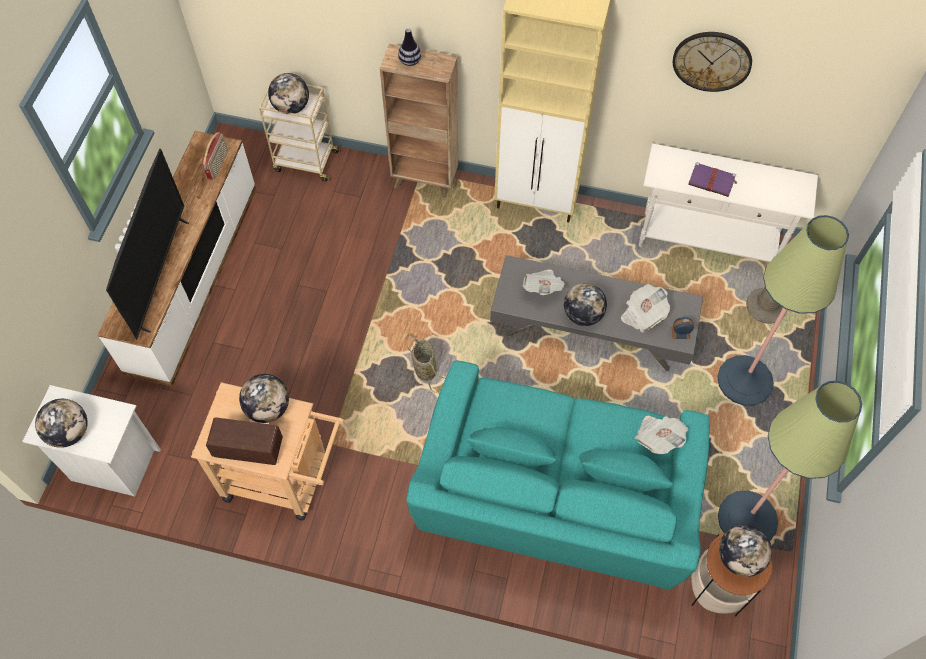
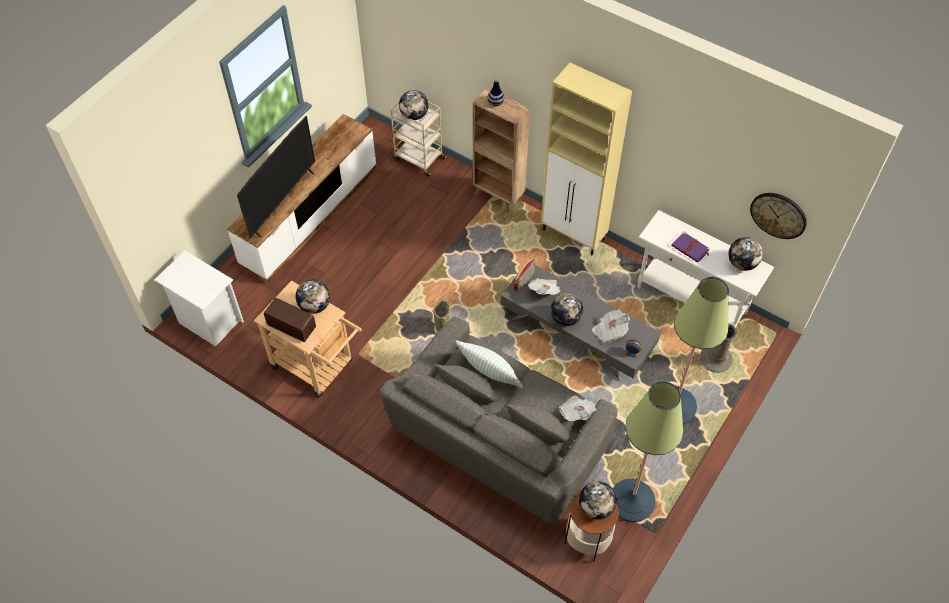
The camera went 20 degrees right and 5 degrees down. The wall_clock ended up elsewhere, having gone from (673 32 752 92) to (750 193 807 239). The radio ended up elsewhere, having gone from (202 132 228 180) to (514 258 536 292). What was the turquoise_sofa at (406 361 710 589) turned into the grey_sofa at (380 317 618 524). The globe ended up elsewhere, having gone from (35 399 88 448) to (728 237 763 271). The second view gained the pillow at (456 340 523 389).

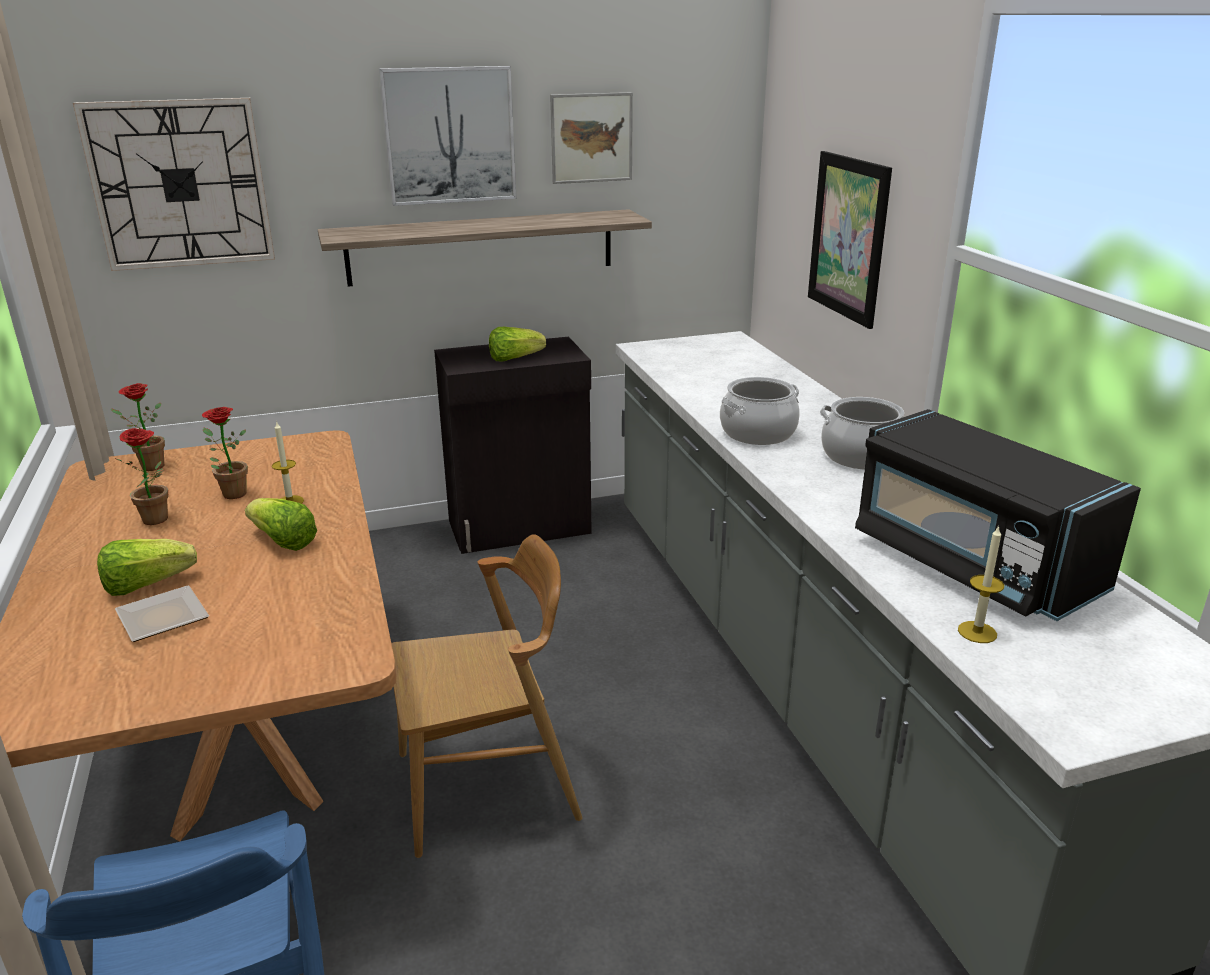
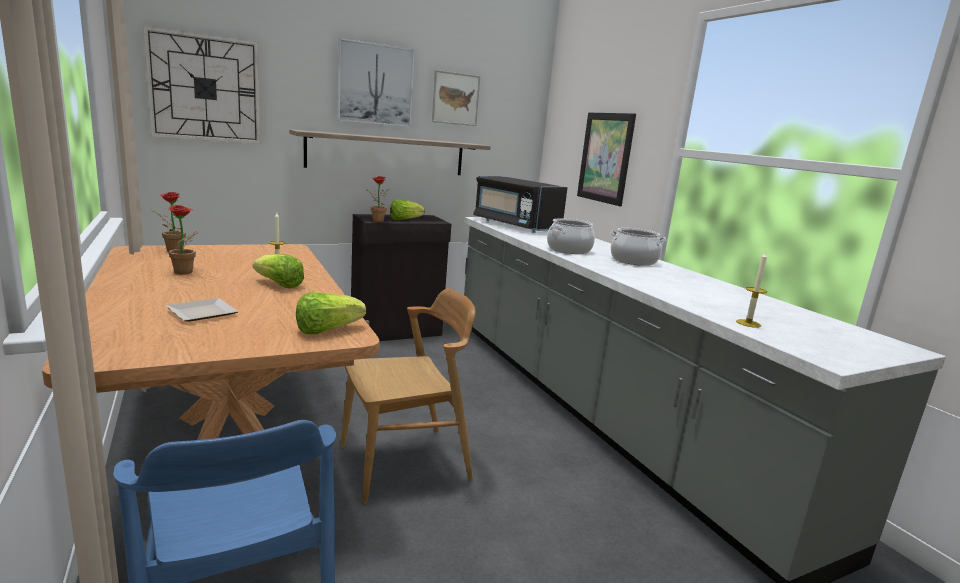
The camera went 10 degrees left and 10 degrees down. The potted_plant ended up elsewhere, having gone from (202 407 248 499) to (366 176 390 222). The black_microwave ended up elsewhere, having gone from (855 409 1141 621) to (473 176 568 233). The lettuce ended up elsewhere, having gone from (97 539 197 596) to (296 292 366 334).

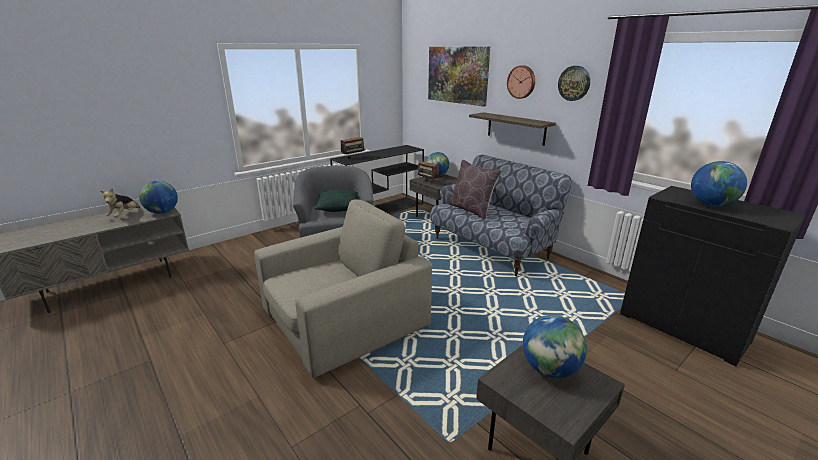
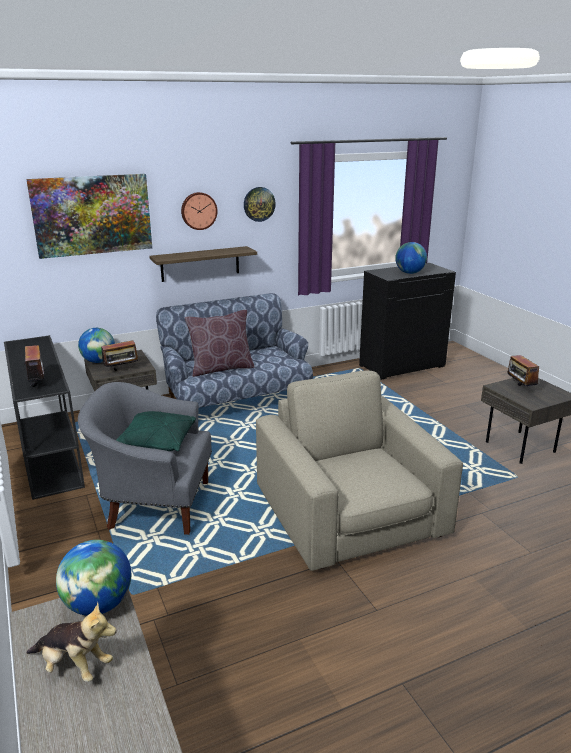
The camera went 75 degrees left and 0 degrees up. Where the globe stood at (523 315 587 378), the radio came to stand at (507 355 539 387).

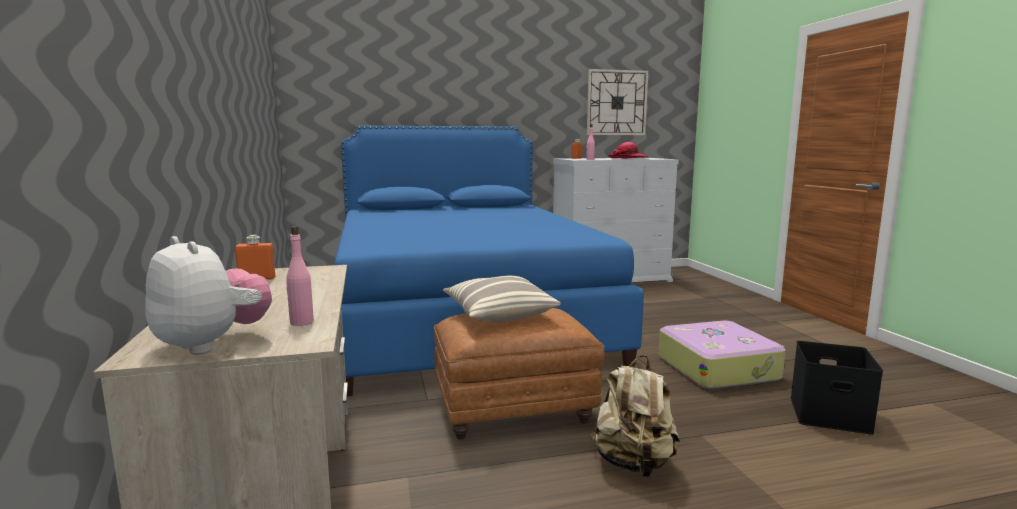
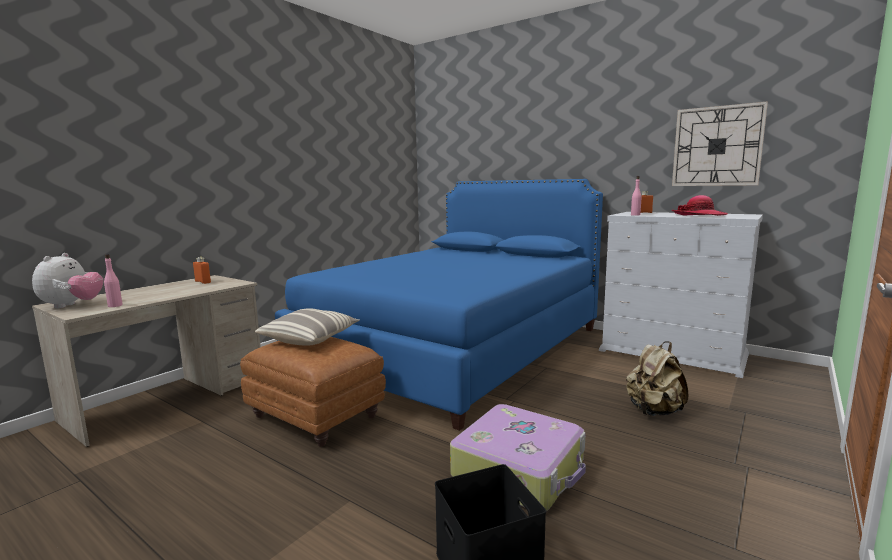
The camera went 50 degrees right and 0 degrees up. The beige_backpack ended up elsewhere, having gone from (590 355 680 477) to (626 341 688 416).

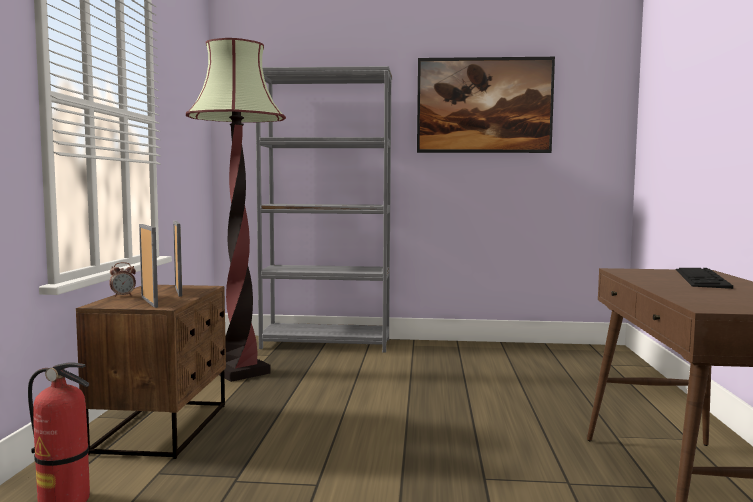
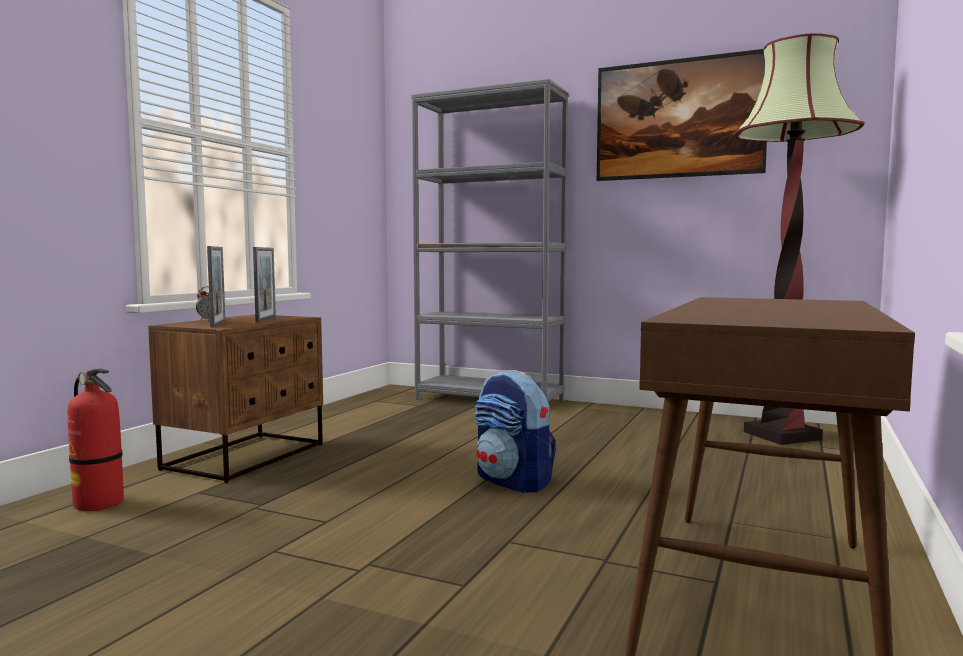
The camera went 20 degrees right and 0 degrees up. The floor_lamp ended up elsewhere, having gone from (186 38 286 382) to (734 33 865 445). The second view lost the keyboard at (676 268 733 289). The second view gained the backpack at (475 370 556 493).

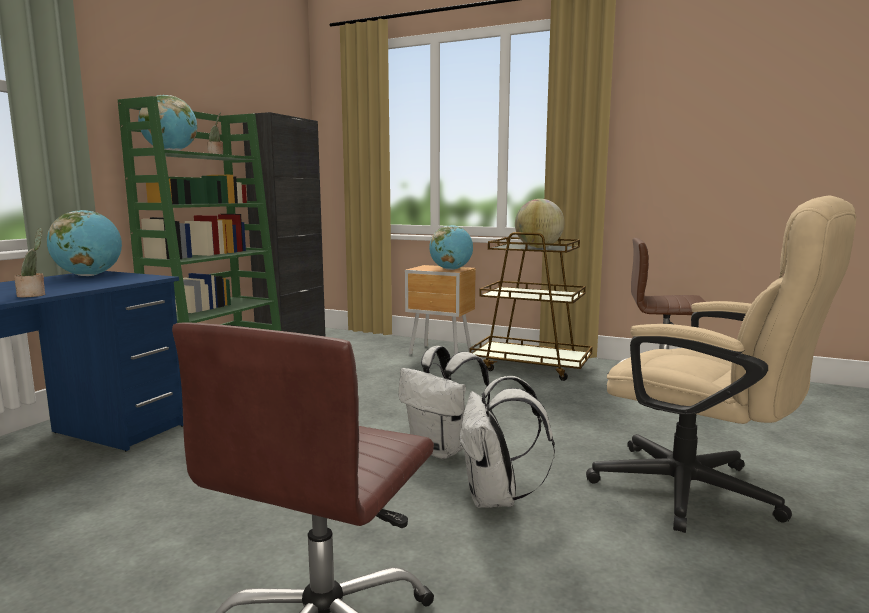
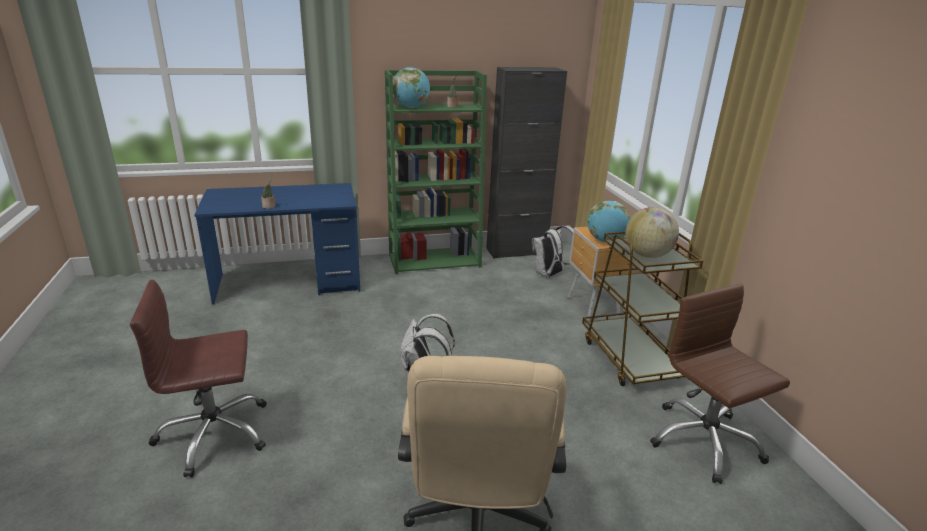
The camera went 50 degrees right and 15 degrees up. The second view lost the globe at (47 210 122 276). The white_backpack ended up elsewhere, having gone from (459 376 555 508) to (532 226 573 278).

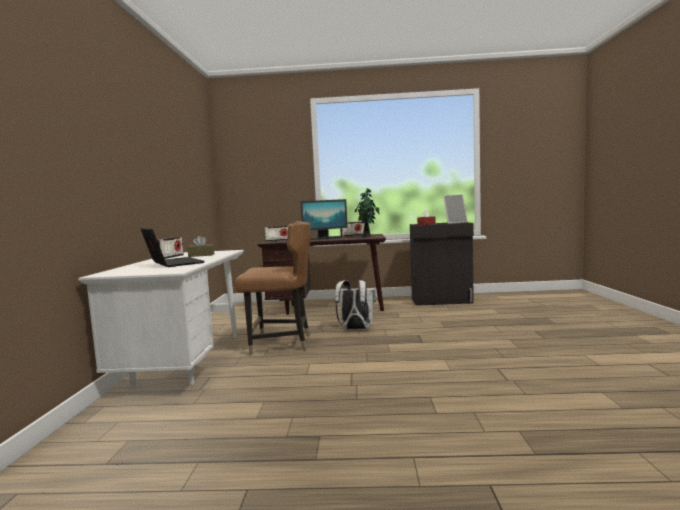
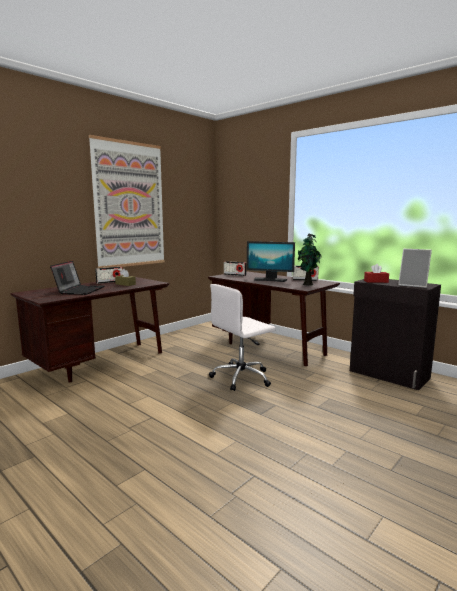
The camera went 40 degrees right and 5 degrees up. The second view lost the brown_chair at (235 221 310 355). What was the white_desk at (78 250 244 388) turned into the brown_desk at (10 277 169 382). Where the white_backpack stood at (335 280 376 329), the white_office_chair came to stand at (209 284 276 391). The second view gained the picture at (89 135 165 268).

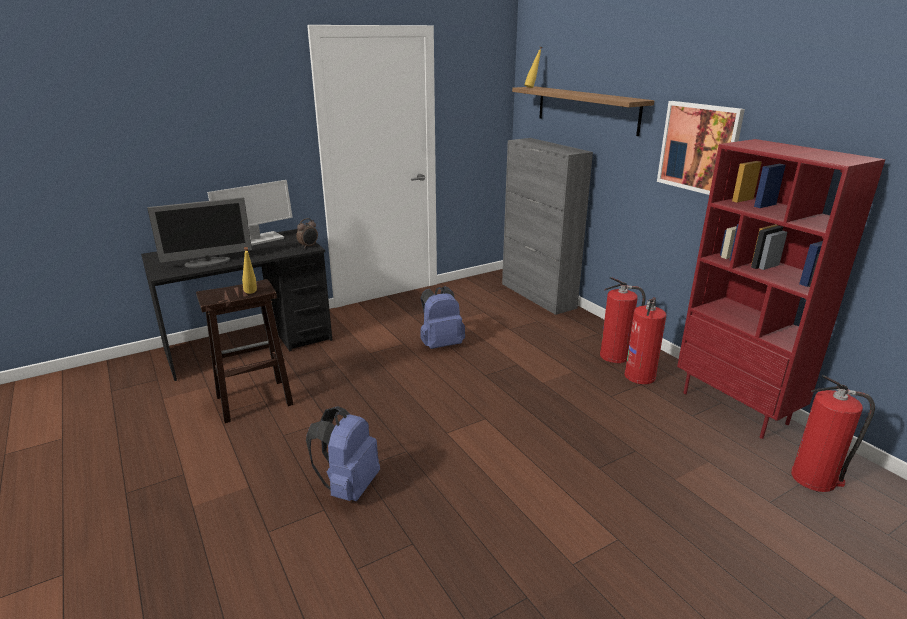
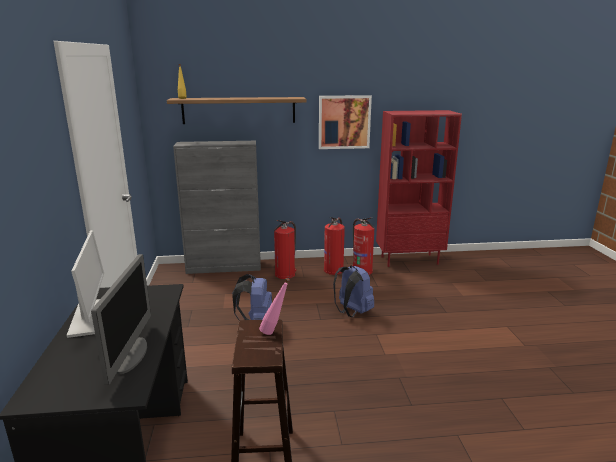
The camera went 65 degrees left and 5 degrees down. The second view lost the alarm_clock at (296 218 318 249). What was the yellow_bottle at (242 247 257 294) turned into the pink_bottle at (259 278 290 335). The fire_extinguisher ended up elsewhere, having gone from (791 375 875 492) to (274 220 296 279). The blue_backpack ended up elsewhere, having gone from (306 406 380 501) to (333 265 374 317).

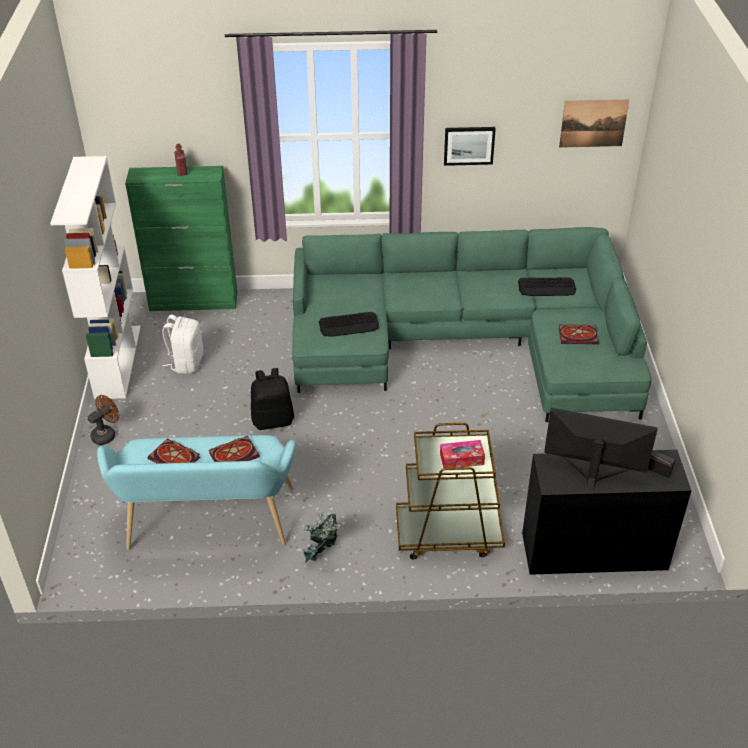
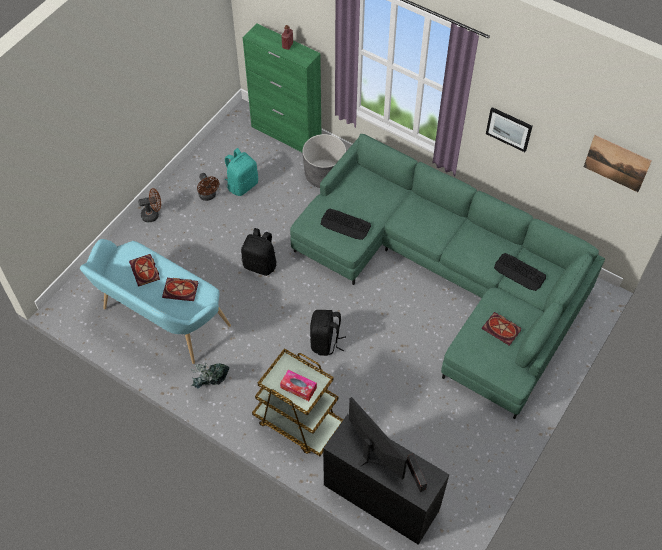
The camera went 35 degrees right and 15 degrees up. The second view lost the white_bookcase at (50 156 140 399). What was the white_backpack at (162 314 204 374) turned into the turquoise_backpack at (225 148 258 196). The second view gained the grey_planter at (302 134 346 188). The second view gained the brown_fan at (197 173 219 201). The second view gained the black_backpack at (310 310 346 356).

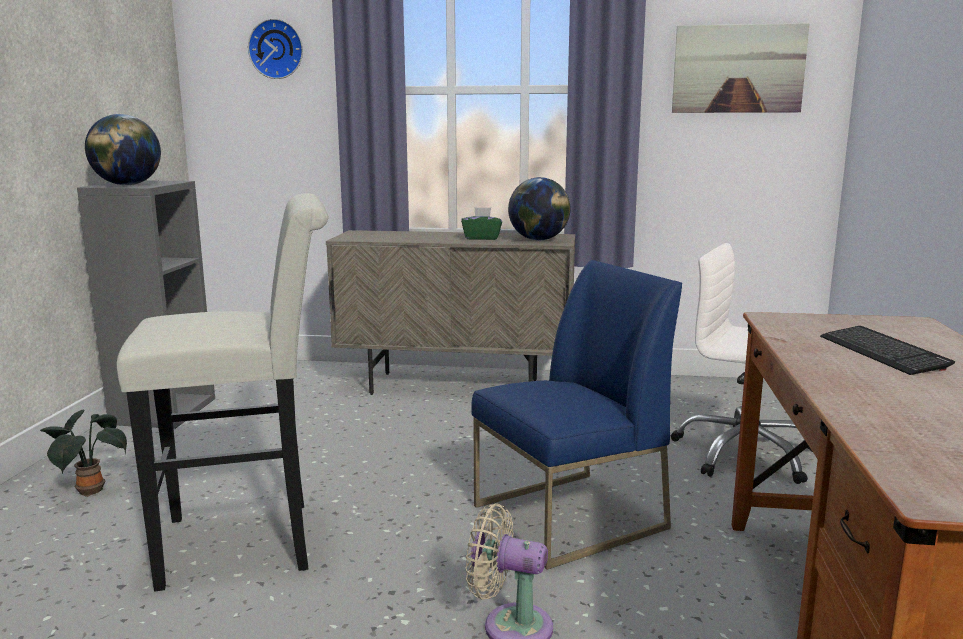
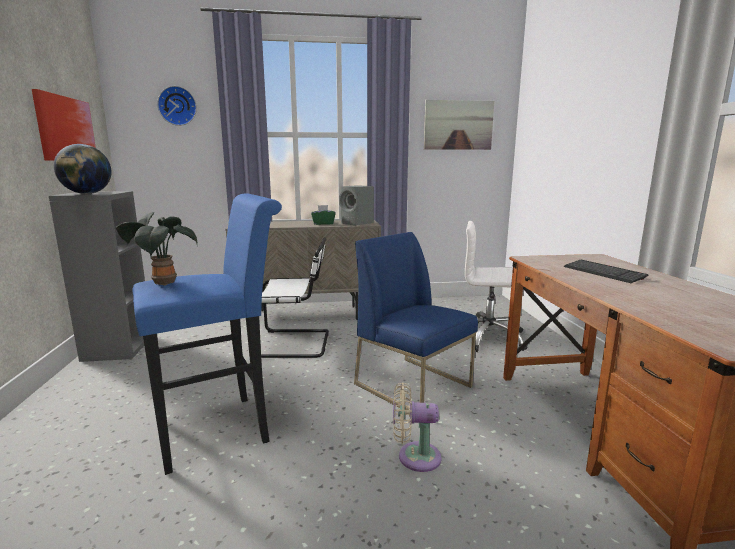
The camera went 15 degrees left and 0 degrees up. Where the globe stood at (508 177 570 240), the grey_speaker came to stand at (339 185 374 226). What was the white_stool at (117 193 328 592) turned into the blue_stool at (132 193 282 475). The blue_chair at (471 260 682 570) ended up facing another way, 90 degrees counterclockwise from before. The potted_plant ended up elsewhere, having gone from (40 409 127 497) to (116 212 197 286). The second view gained the picture at (32 89 96 161). The second view gained the white_chair at (261 238 329 358).

